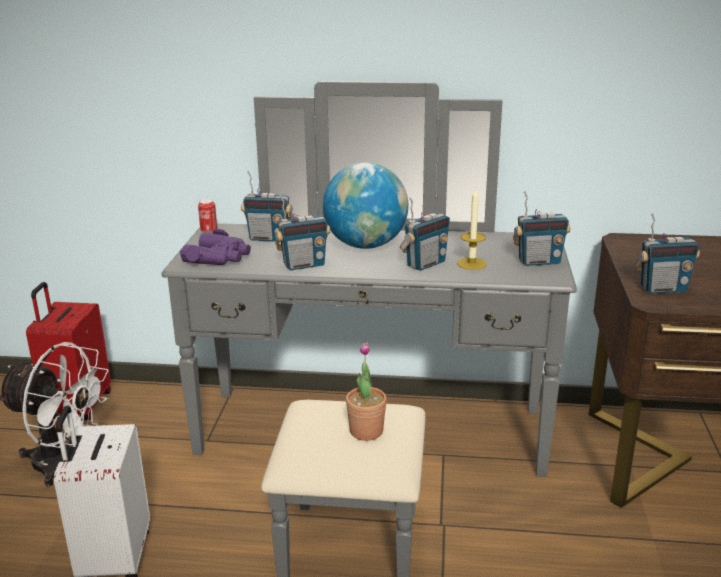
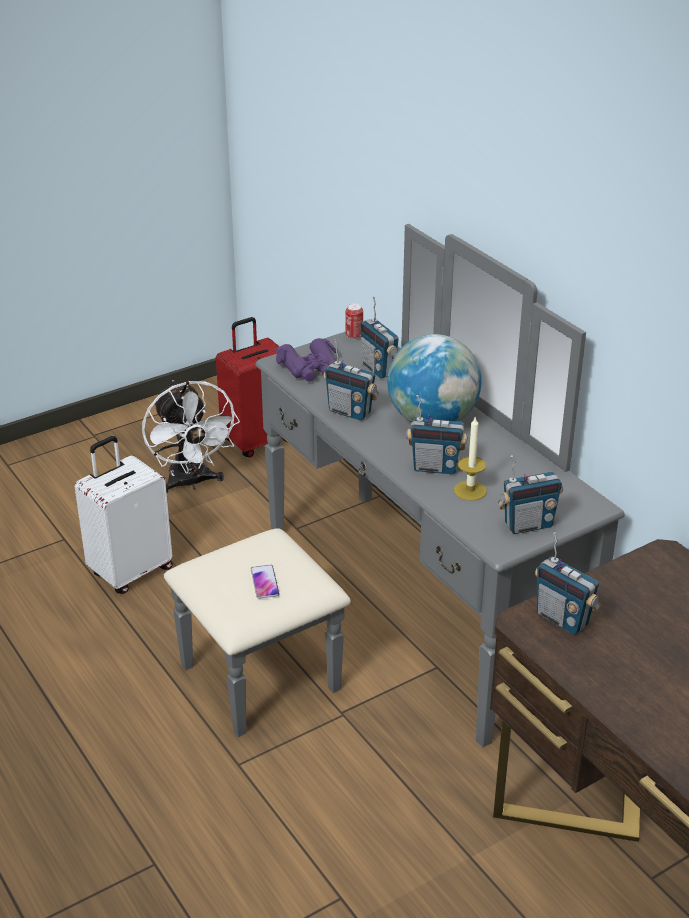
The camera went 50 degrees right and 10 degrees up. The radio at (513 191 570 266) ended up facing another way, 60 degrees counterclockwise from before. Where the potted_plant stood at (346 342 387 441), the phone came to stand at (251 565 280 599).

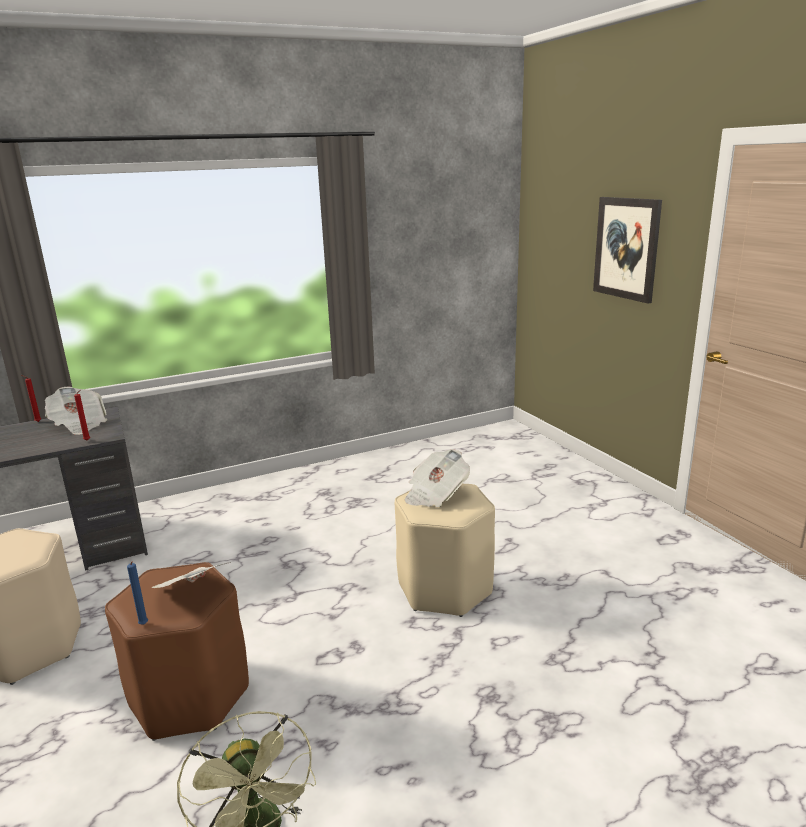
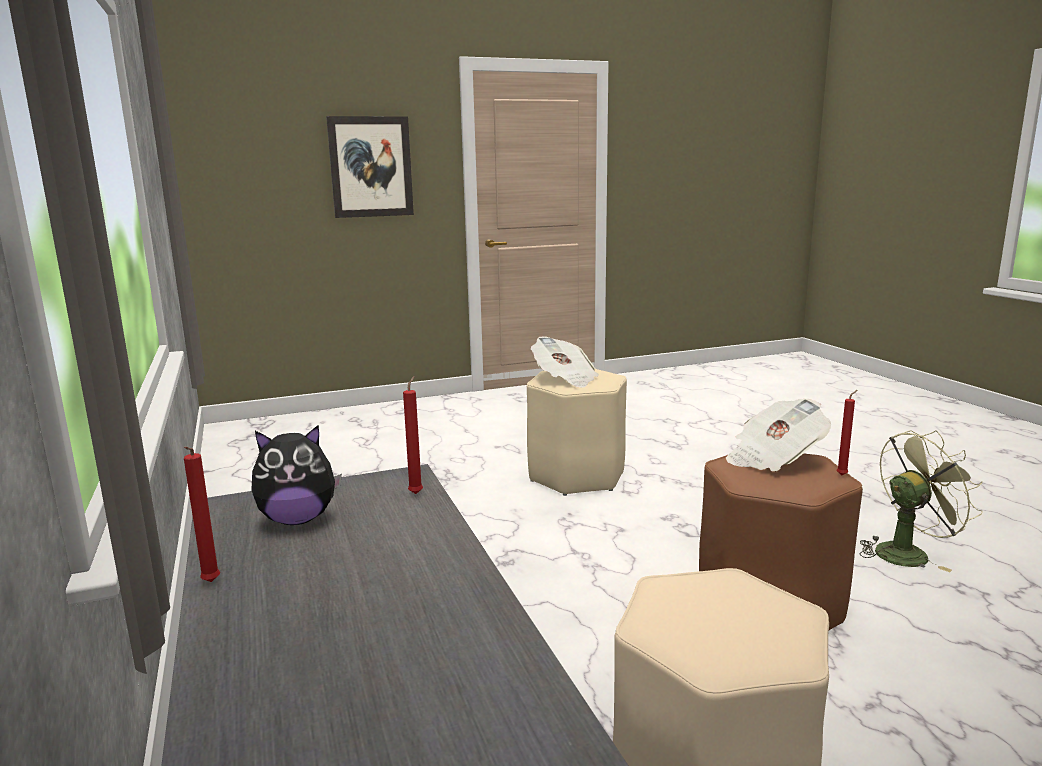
The camera went 85 degrees left and 5 degrees down. Where the newspaper stood at (45 387 107 435), the plush_toy came to stand at (251 425 342 525). What was the blue_candle at (127 561 148 625) turned into the red_candle at (837 390 857 475).

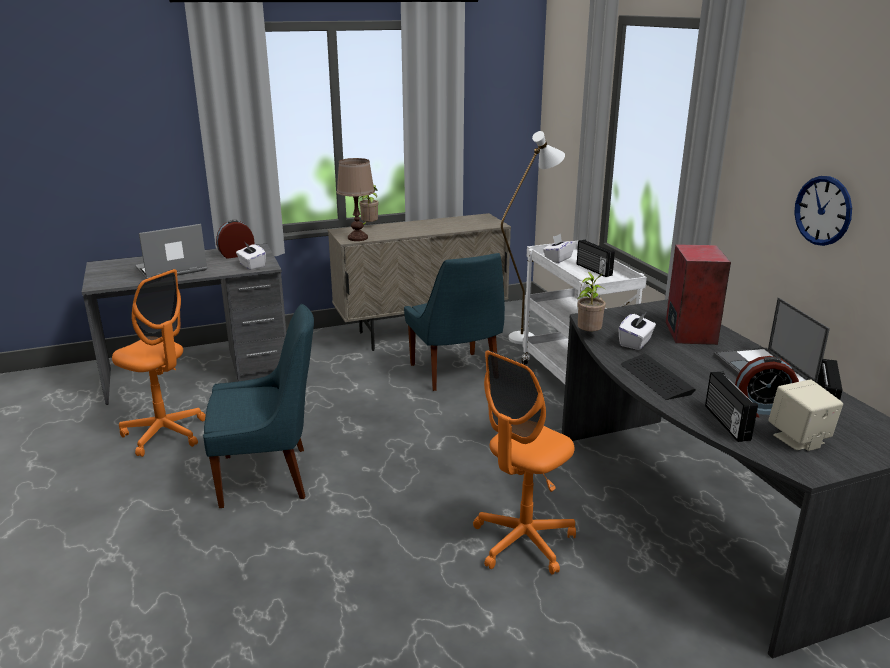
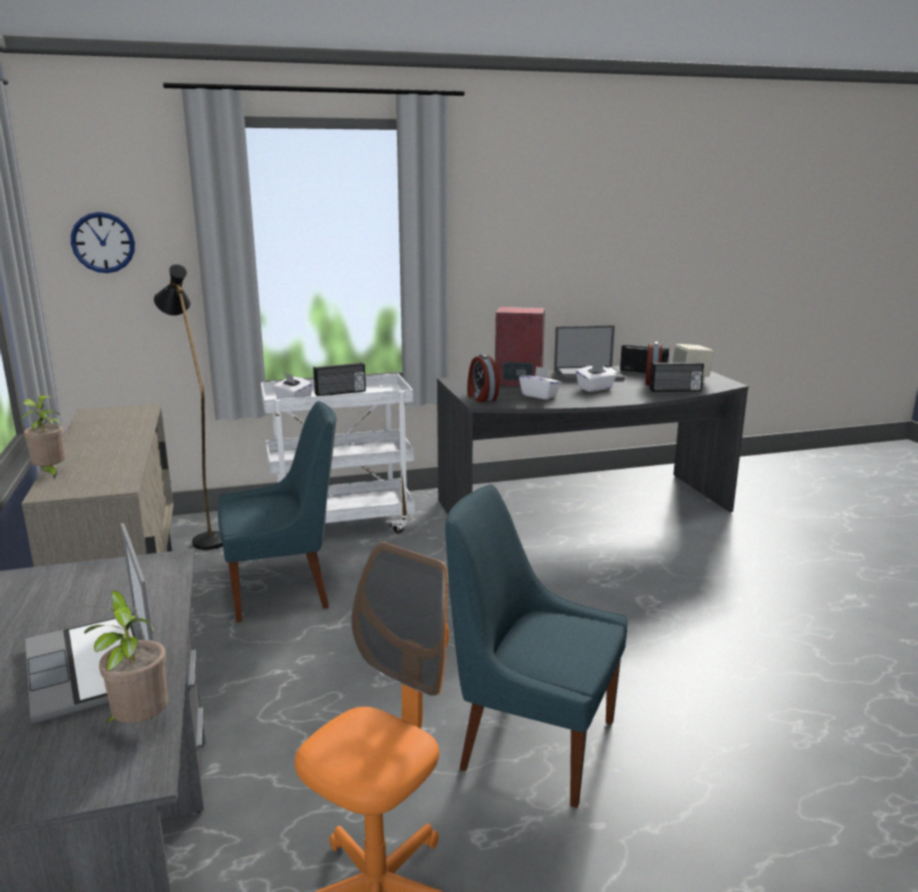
The camera went 85 degrees left and 5 degrees down. What was the white_floor_lamp at (501 131 565 344) turned into the black_floor_lamp at (154 264 223 550). The second view lost the brown_table_lamp at (337 158 375 241). The wall_clock ended up elsewhere, having gone from (794 176 852 246) to (71 212 135 273). The alarm_clock ended up elsewhere, having gone from (216 220 255 259) to (467 354 499 402). The white_tissue_box ended up elsewhere, having gone from (236 241 266 270) to (576 362 616 392). The potted_plant ended up elsewhere, having gone from (577 272 606 331) to (80 591 168 724). The blue_chair at (203 304 314 508) ended up facing another way, 60 degrees counterclockwise from before. The second view lost the orange_office_chair at (473 350 576 574). The second view lost the keyboard at (621 354 696 400).

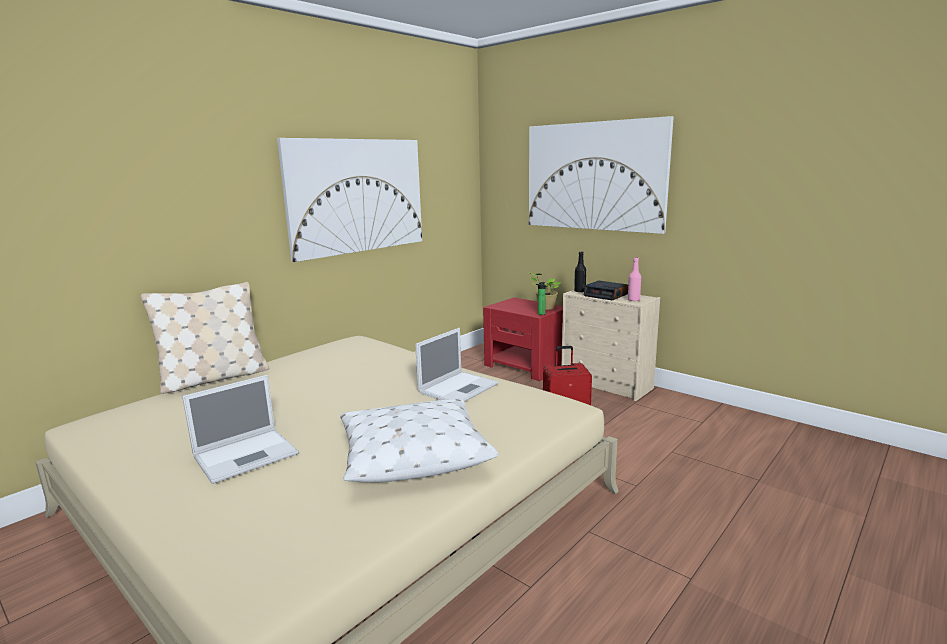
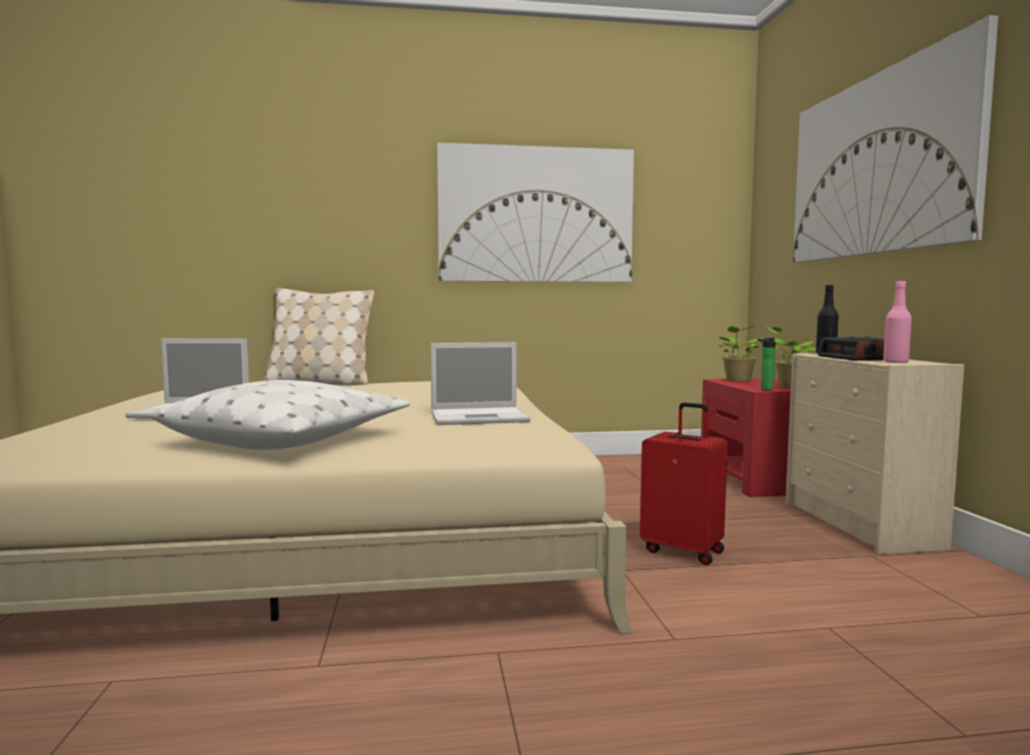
The camera went 40 degrees right and 10 degrees down. The second view gained the potted_plant at (719 326 761 382).

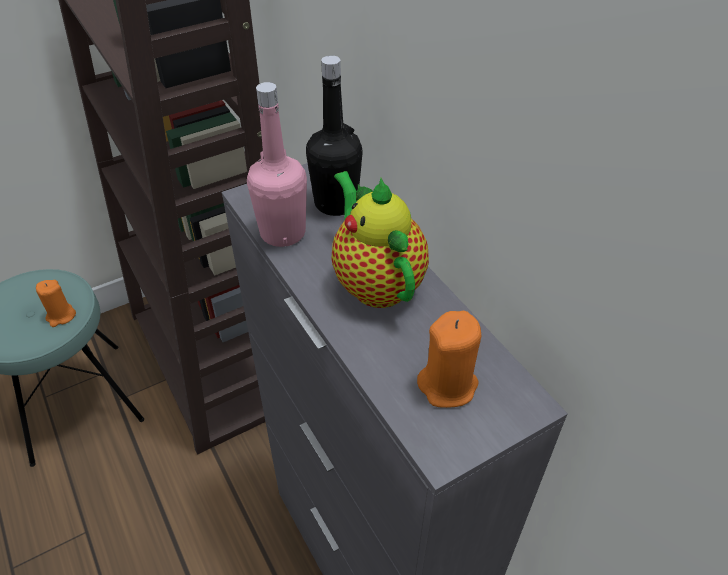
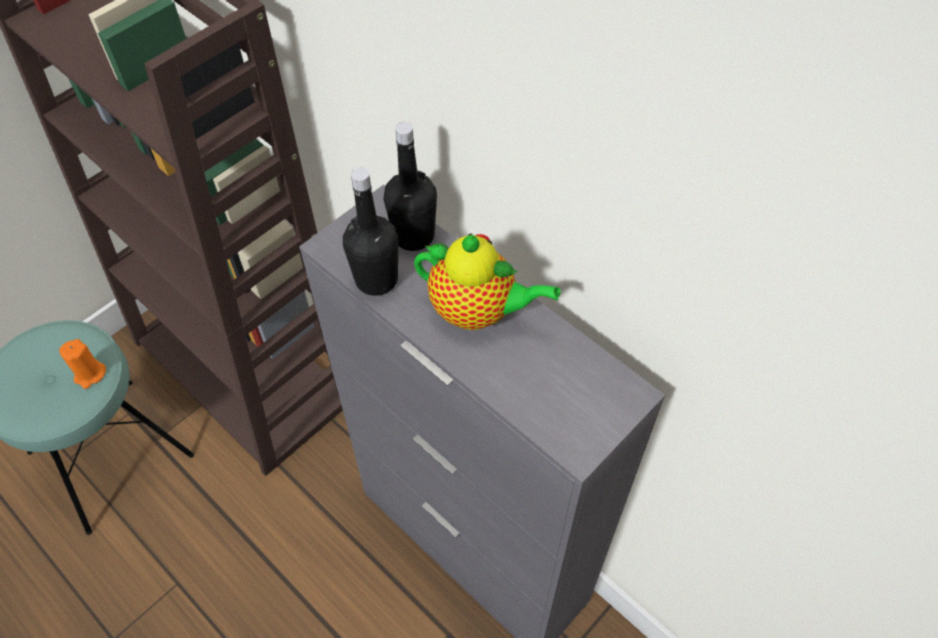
The camera went 15 degrees left and 10 degrees up. What was the pink_bottle at (247 82 307 247) turned into the black_bottle at (343 167 398 296). The teapot at (332 171 429 308) ended up facing another way, 150 degrees clockwise from before. The second view lost the orange_candle at (417 311 481 408).

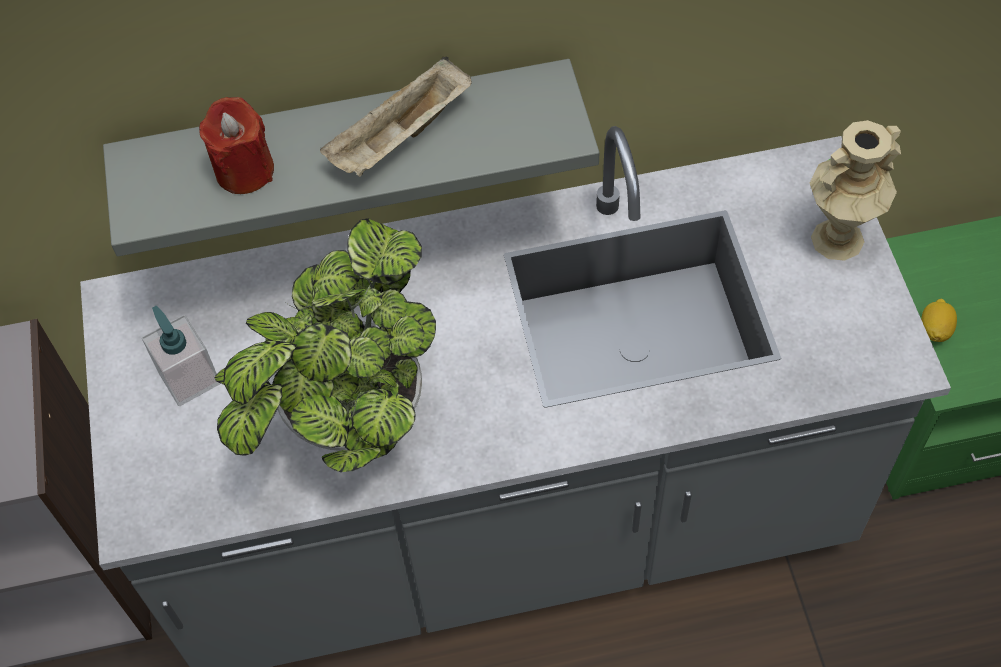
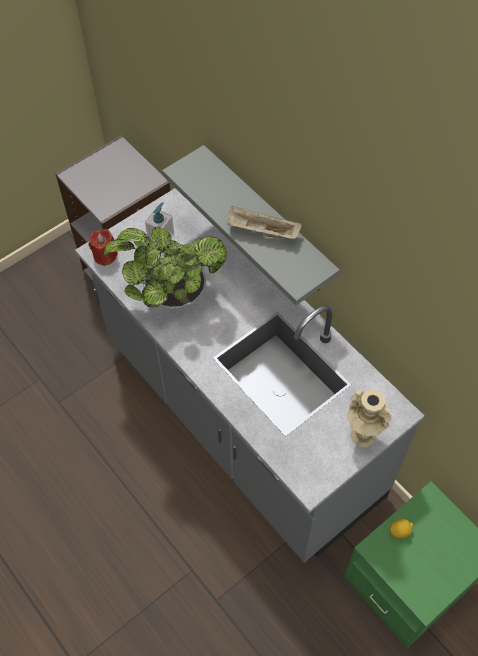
The camera went 60 degrees right and 0 degrees up. The red_candle ended up elsewhere, having gone from (199 97 274 194) to (89 229 118 266).

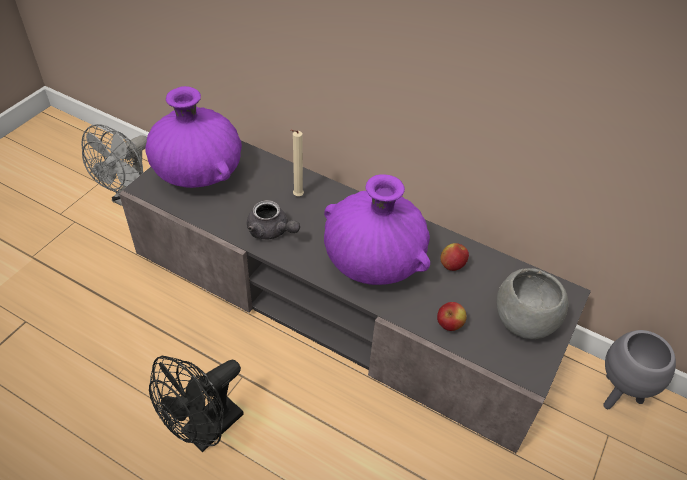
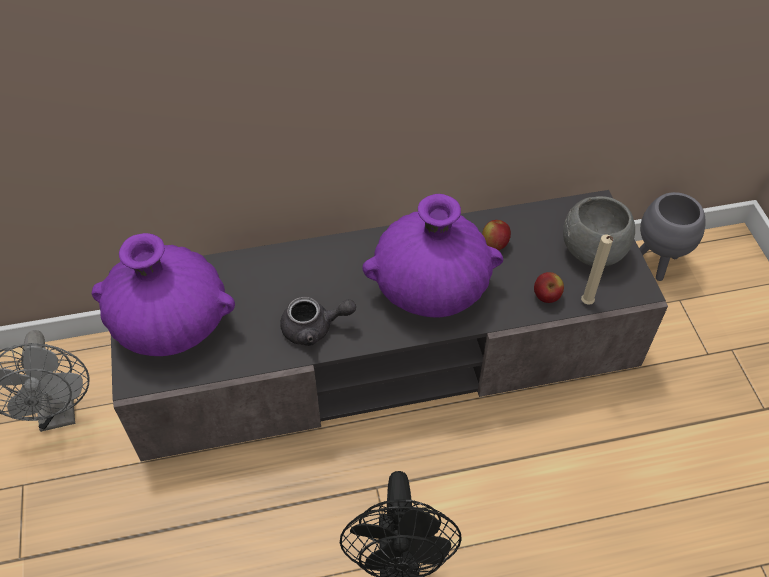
The camera went 40 degrees left and 5 degrees up. The beige_candle ended up elsewhere, having gone from (291 130 304 196) to (581 234 613 305).

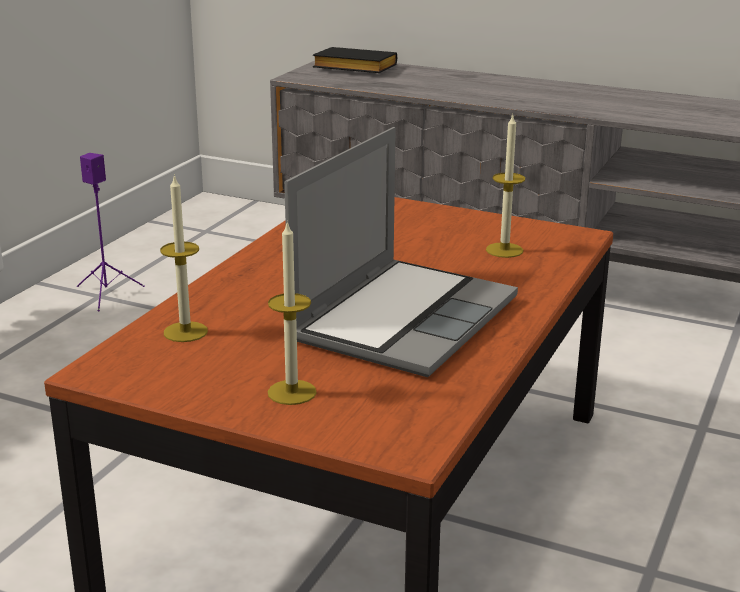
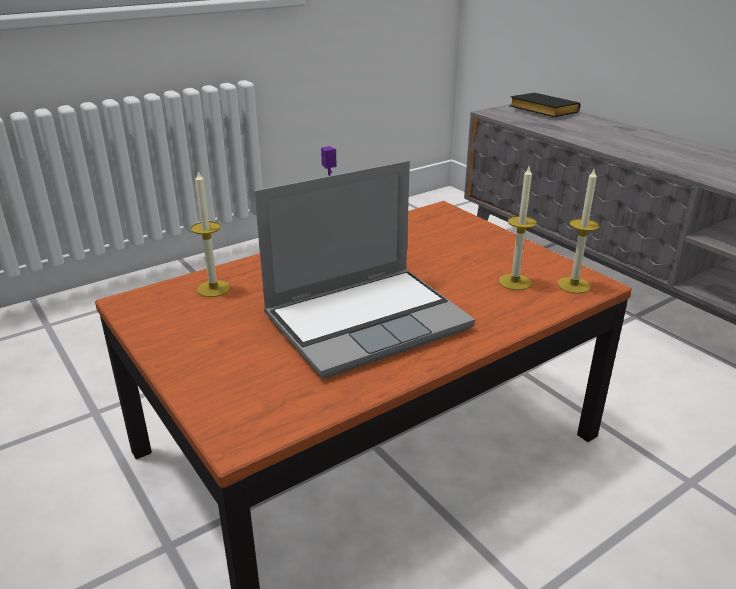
The camera went 30 degrees right and 5 degrees up. The candle ended up elsewhere, having gone from (268 221 317 405) to (557 167 600 294).

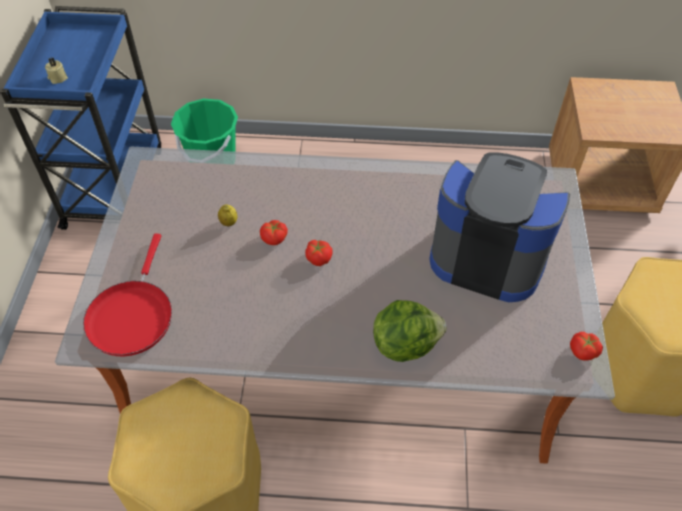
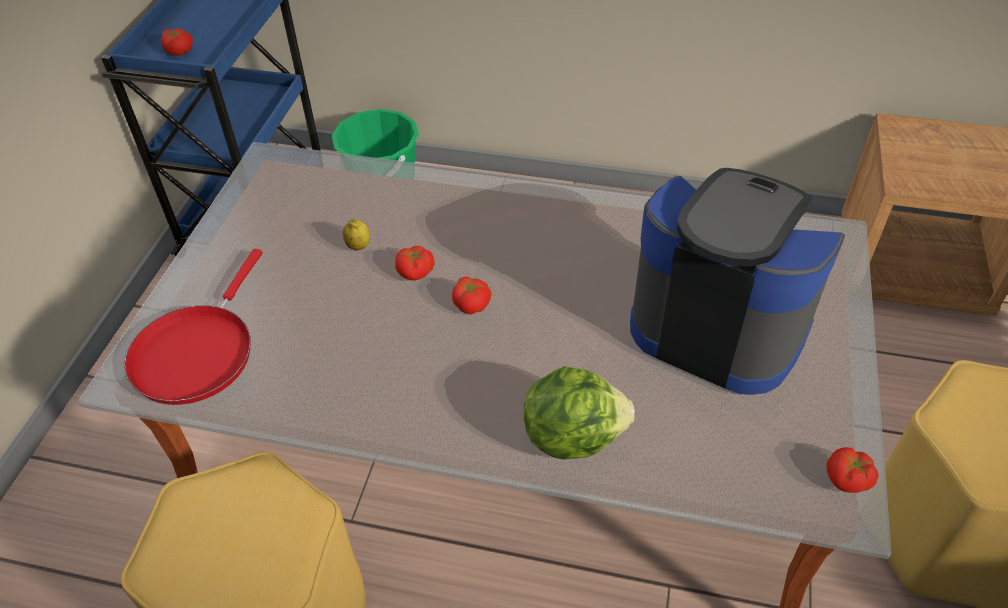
The camera went 10 degrees right and 5 degrees down. Where the beige_candle stood at (45 58 68 84), the tomato came to stand at (161 28 193 56).

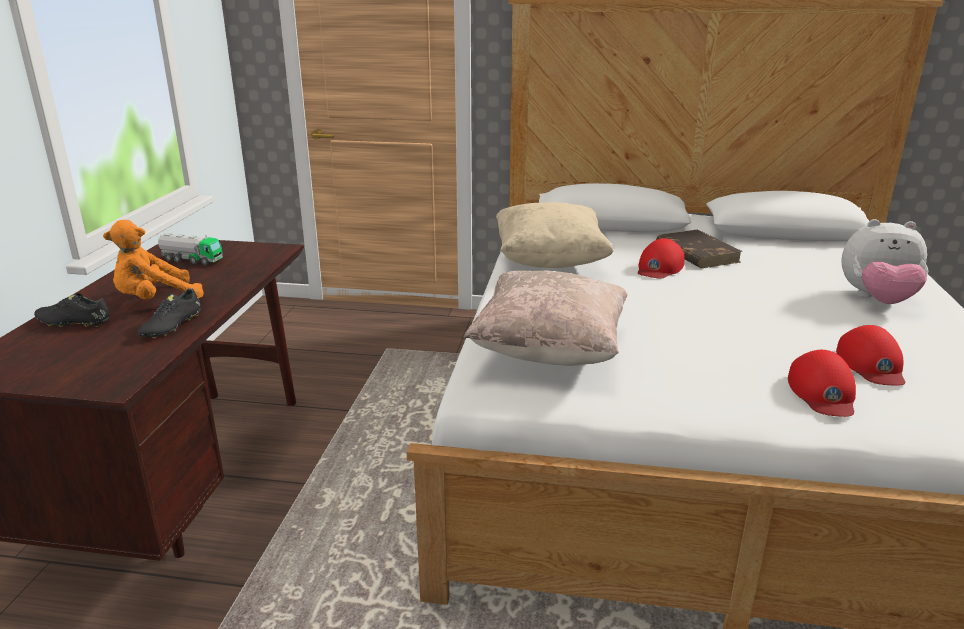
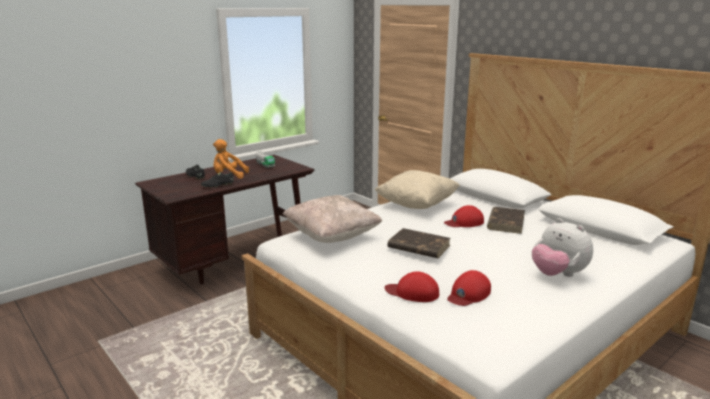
The camera went 40 degrees right and 5 degrees down. The red_cap at (788 350 856 417) ended up facing another way, 60 degrees clockwise from before. The second view gained the brown_book at (387 228 451 258).

